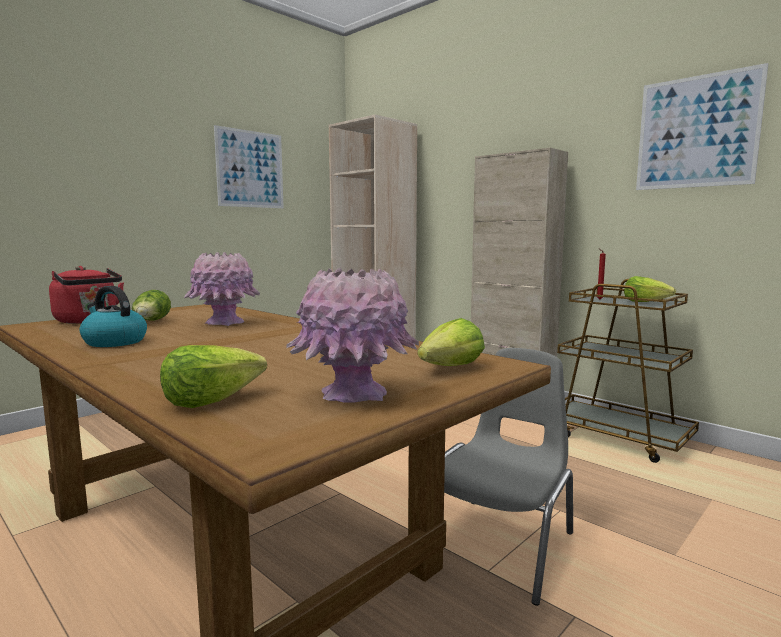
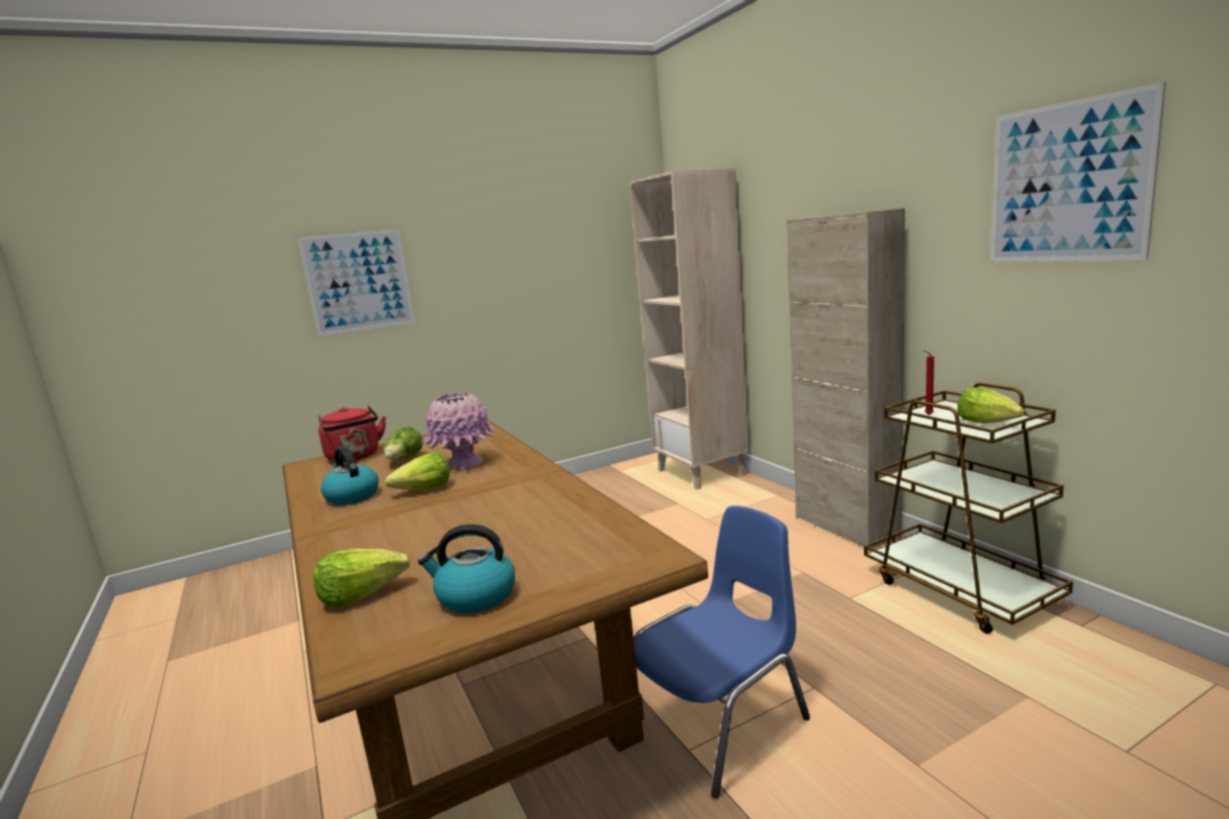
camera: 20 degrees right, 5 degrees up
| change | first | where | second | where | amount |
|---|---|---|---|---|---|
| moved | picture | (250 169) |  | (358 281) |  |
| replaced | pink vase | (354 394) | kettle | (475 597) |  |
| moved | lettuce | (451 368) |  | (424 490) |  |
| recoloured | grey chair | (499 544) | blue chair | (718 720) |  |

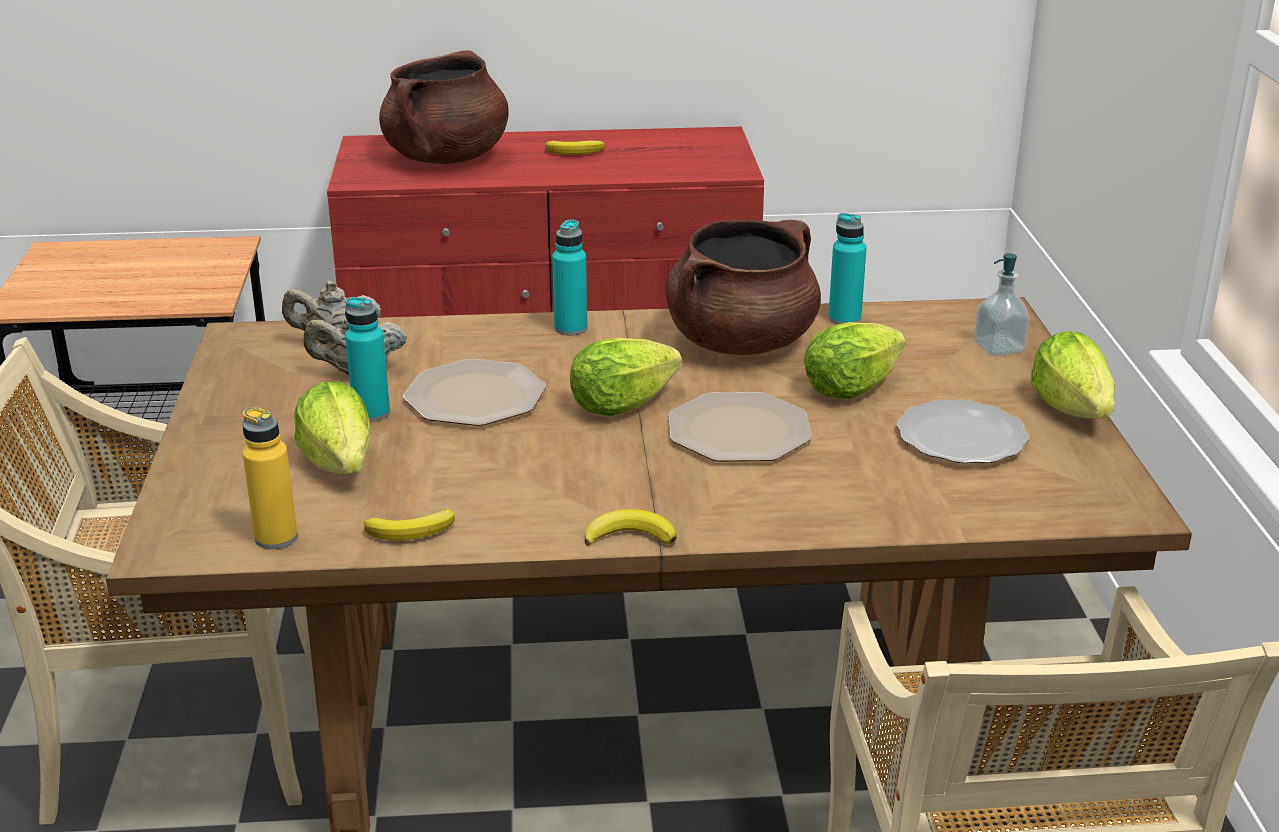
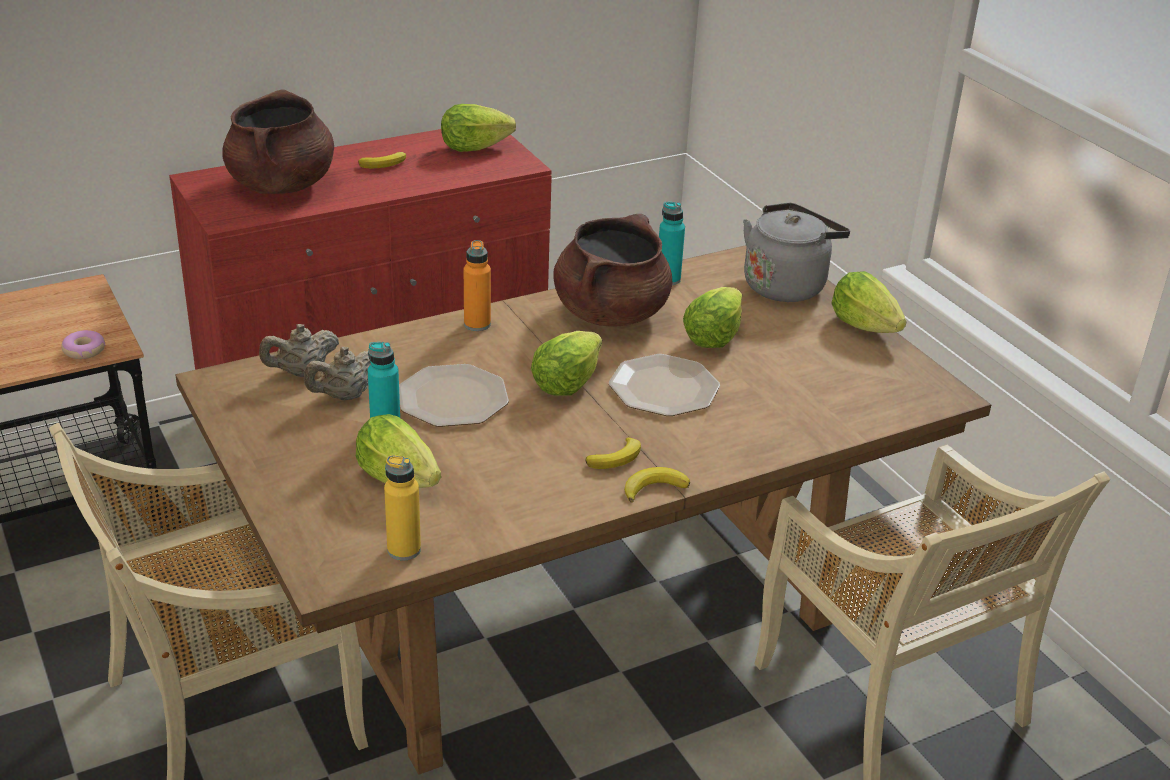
camera: 25 degrees left, 5 degrees up
| change | first | where | second | where | amount |
|---|---|---|---|---|---|
| recoloured | turquoise bottle | (570 328) | orange bottle | (477 324) |  |
| replaced | soap dispenser | (998 348) | grey kettle | (786 285) |  |
| removed | plate | (963 437) |  |  |  |
| moved | banana | (413 531) |  | (617 458) |  |
| added |  |  | lettuce | (473 148) |  |
| added |  |  | donut | (84 350) |  |

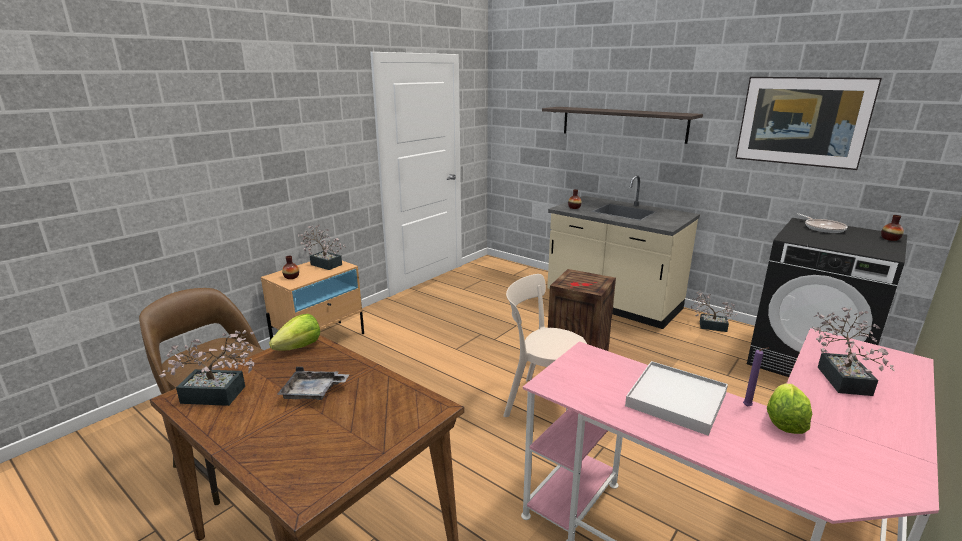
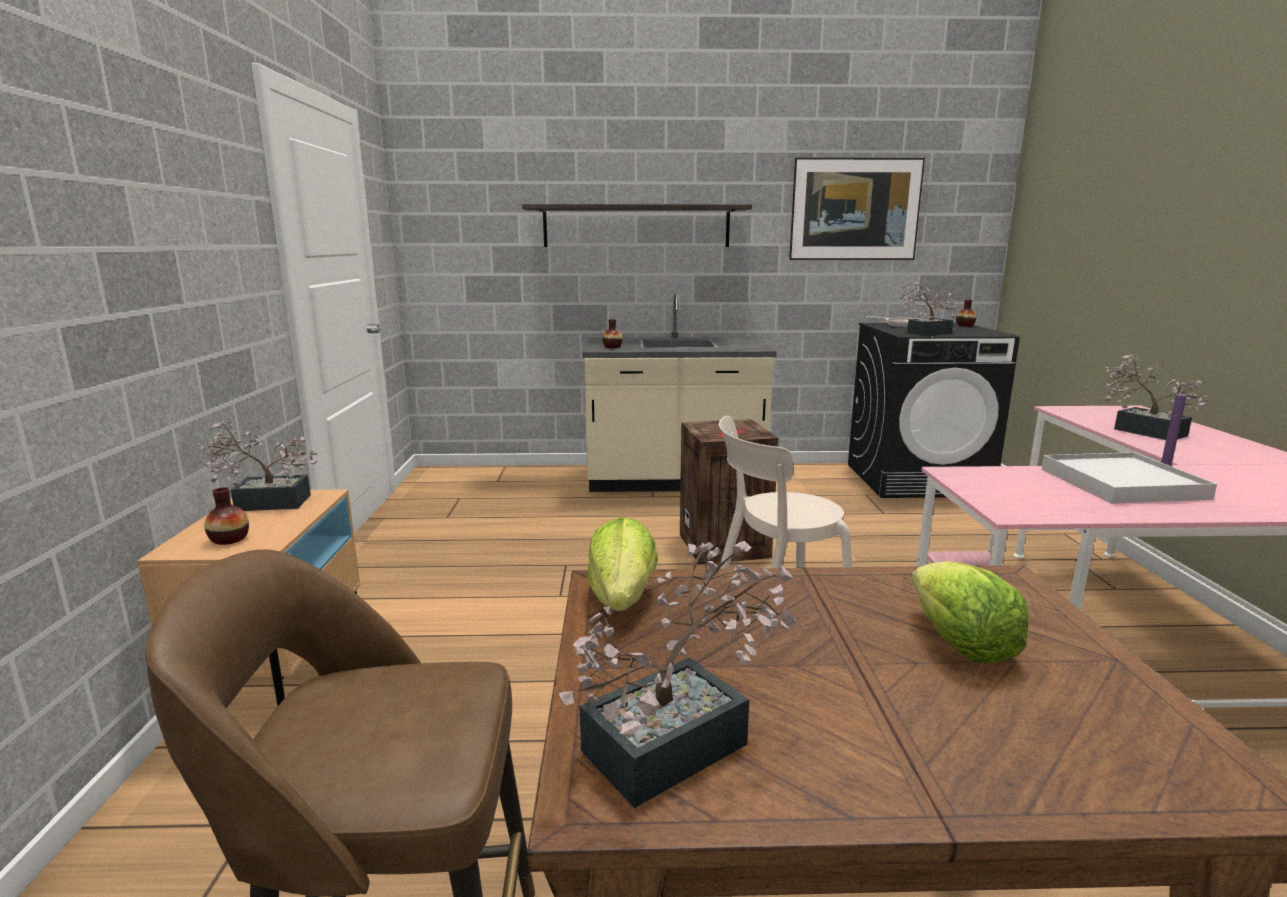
camera: 40 degrees left, 5 degrees down
| change | first | where | second | where | amount |
|---|---|---|---|---|---|
| moved | potted plant | (709 326) |  | (924 333) |  |
| removed | grey tray | (313 392) |  |  |  |
| moved | lettuce | (784 422) |  | (959 643) |  |

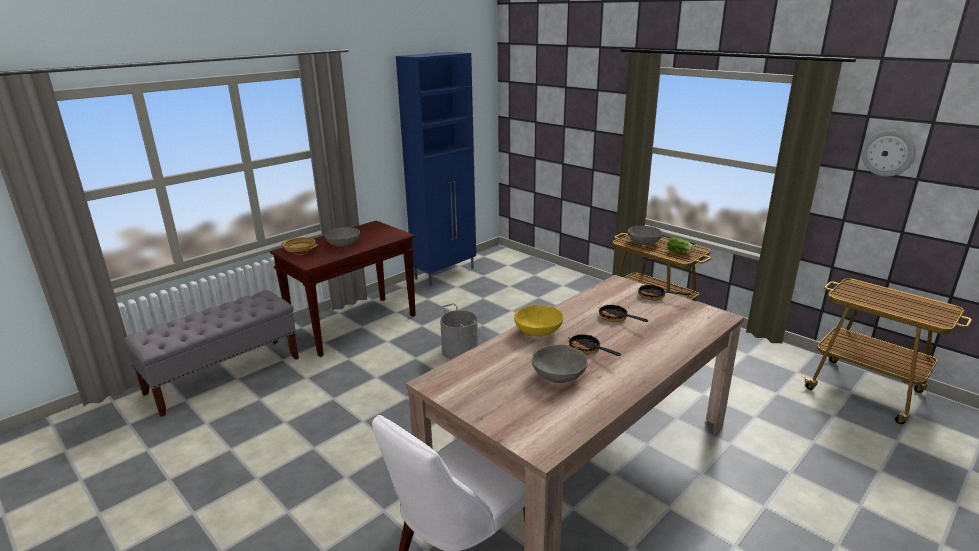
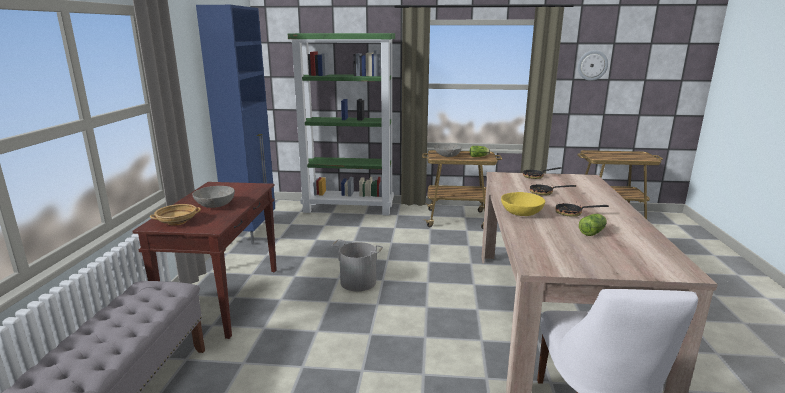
camera: 40 degrees left, 5 degrees down
| change | first | where | second | where | amount |
|---|---|---|---|---|---|
| replaced | grey bowl | (558 376) | lettuce | (593 232) |  |
| added |  |  | green bookcase | (349 208) |  |

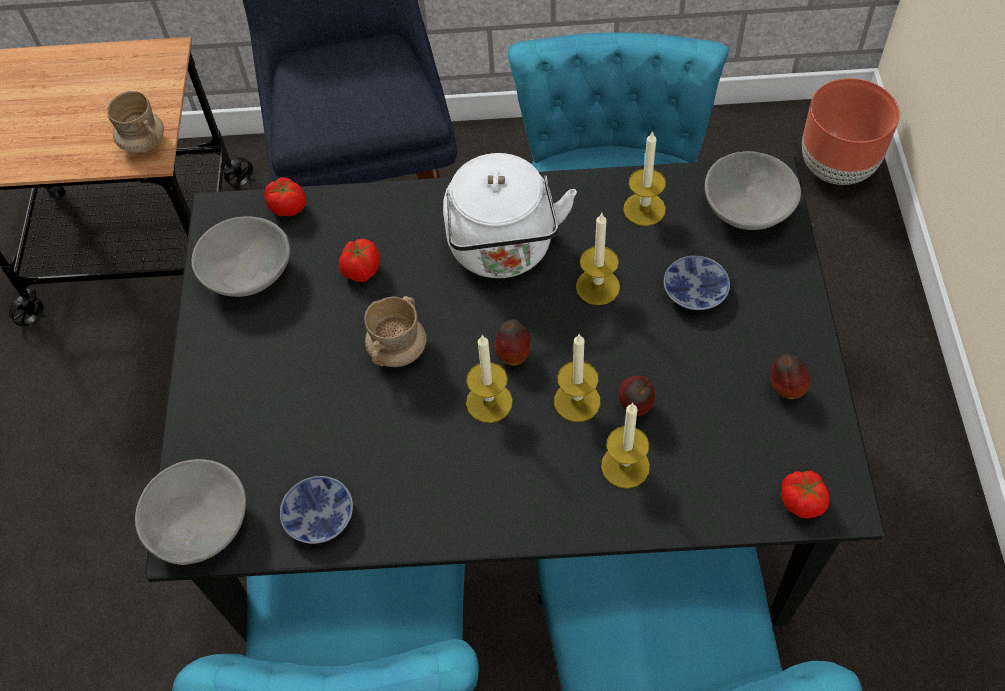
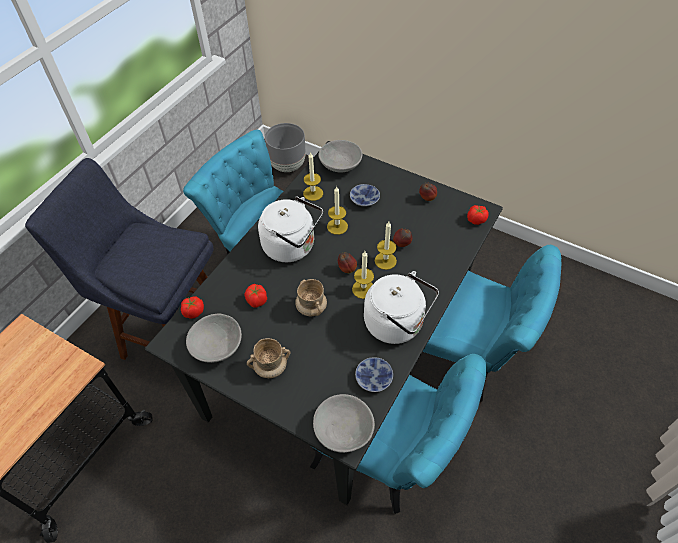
camera: 60 degrees left, 5 degrees down
| change | first | where | second | where | amount |
|---|---|---|---|---|---|
| recoloured | brown planter | (837 167) | grey planter | (288 165) |  |
| moved | beige mug | (143 143) |  | (270 368) |  |
| removed | candle | (625 466) |  |  |  |
| added |  |  | white kettle | (397 324) |  |

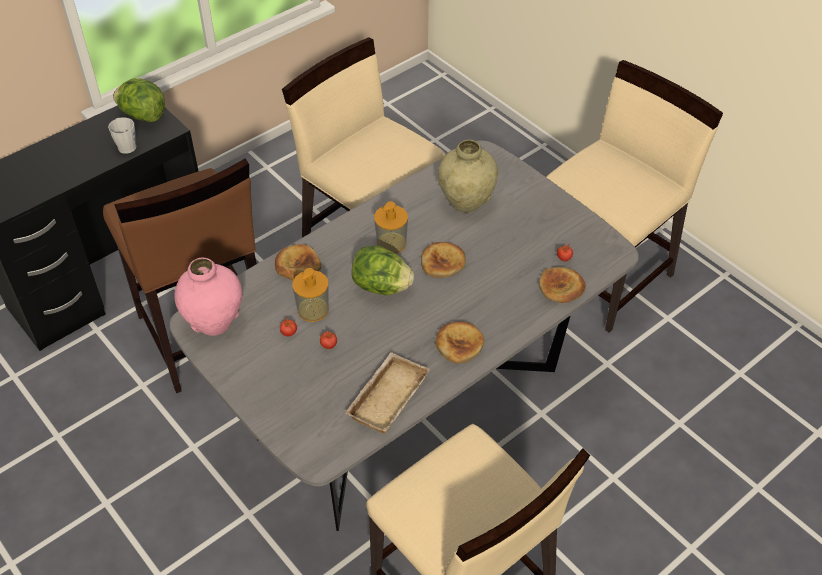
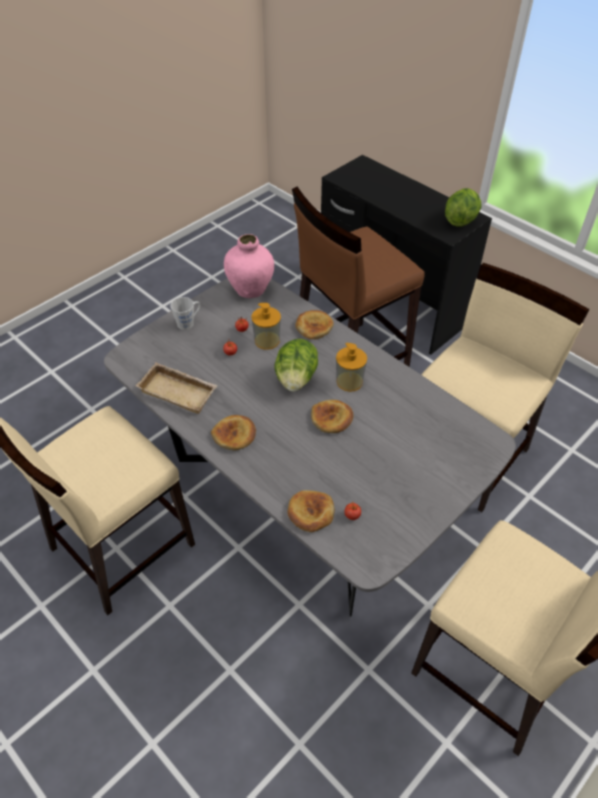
camera: 85 degrees right, 0 degrees up
| change | first | where | second | where | amount |
|---|---|---|---|---|---|
| moved | grey mug | (126 145) |  | (188 323) |  |
| removed | beige vase | (466 202) |  |  |  |

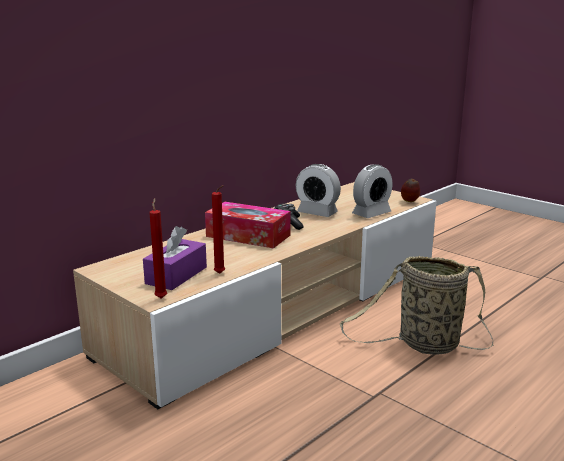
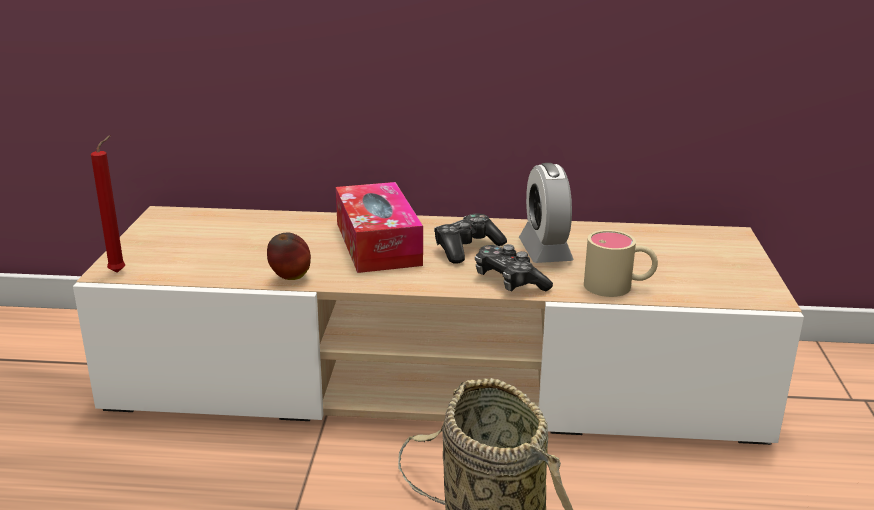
camera: 50 degrees right, 5 degrees up
| change | first | where | second | where | amount |
|---|---|---|---|---|---|
| replaced | alarm clock | (371 213) | beige mug | (618 287) |  |
| moved | apple | (409 202) |  | (290 279) |  |
| removed | red candle | (220 274) |  |  |  |
| removed | purple tissue box | (176 275) |  |  |  |
| added |  |  | game controller | (509 281) |  |

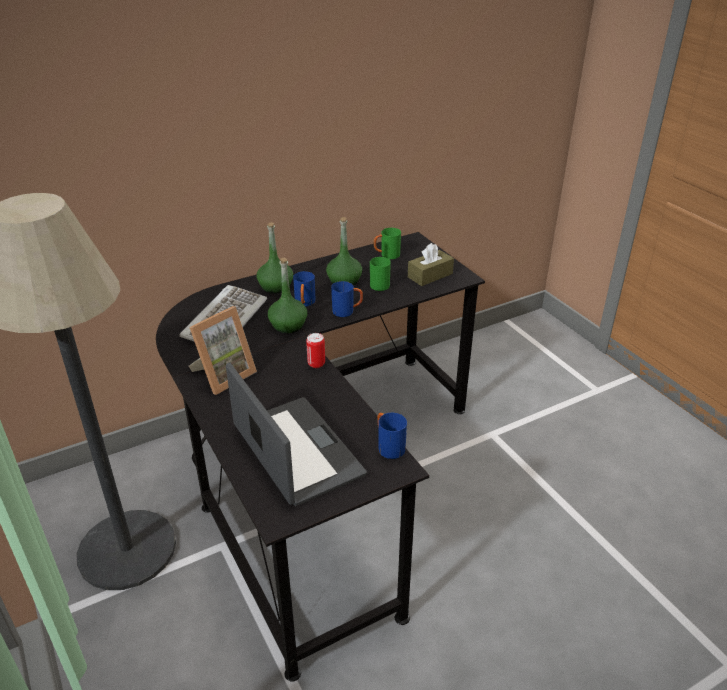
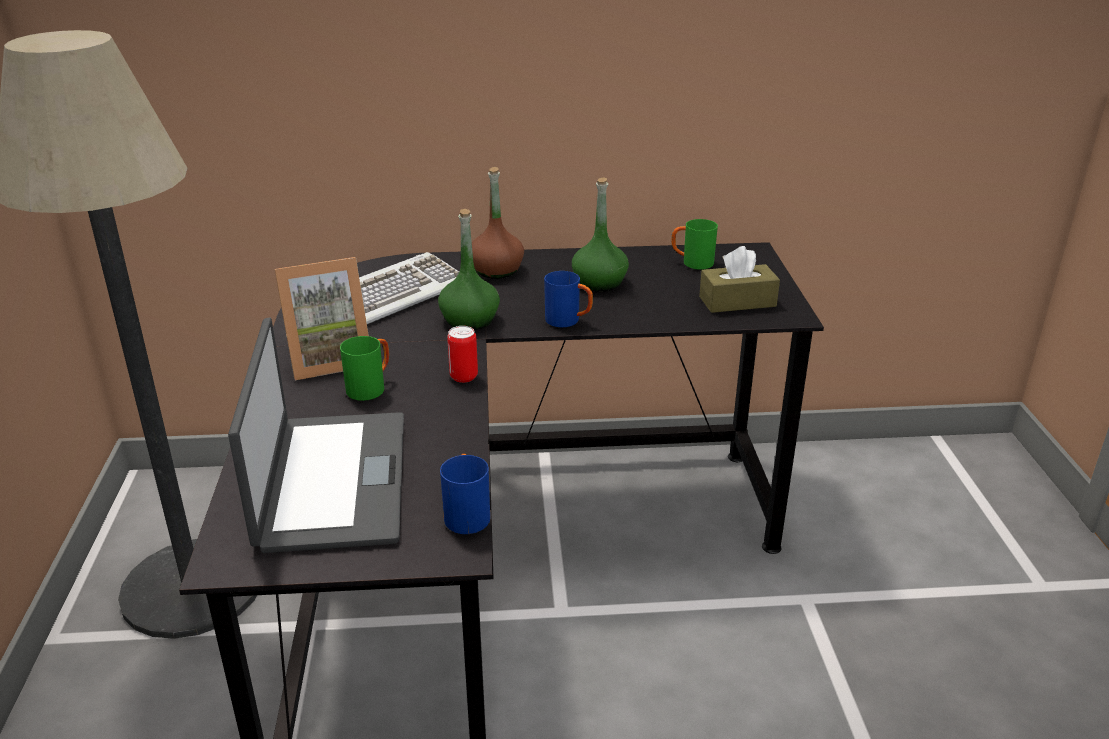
camera: 25 degrees right, 5 degrees down
| change | first | where | second | where | amount |
|---|---|---|---|---|---|
| recoloured | green bottle | (276 287) | brown bottle | (497 270) |  |
| moved | green mug | (380 284) |  | (371 387) |  |
| removed | blue mug | (304 304) |  |  |  |

